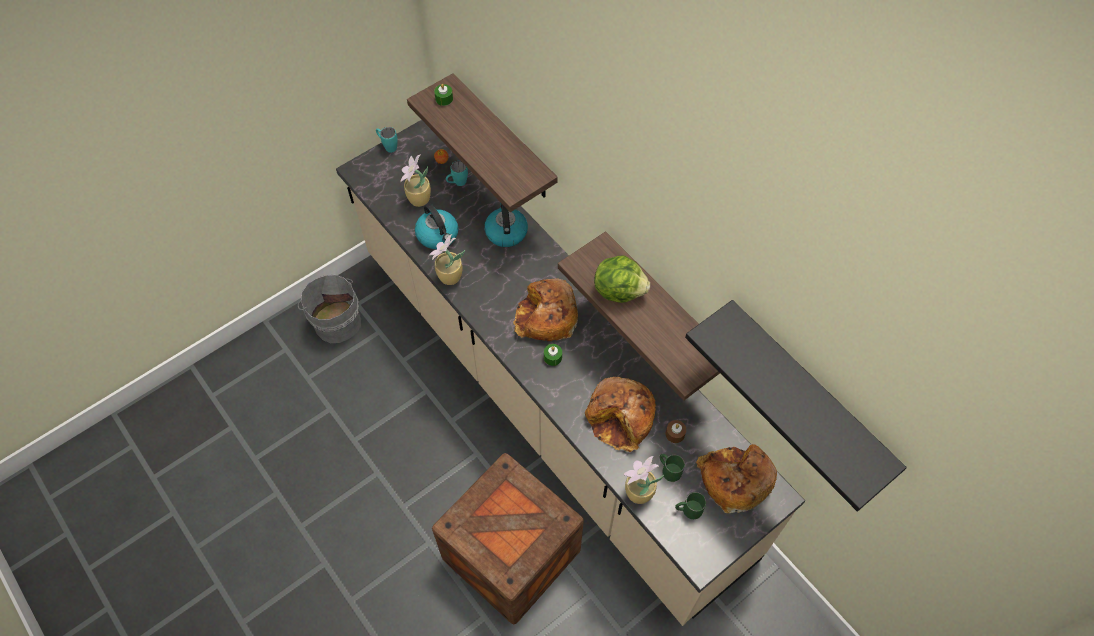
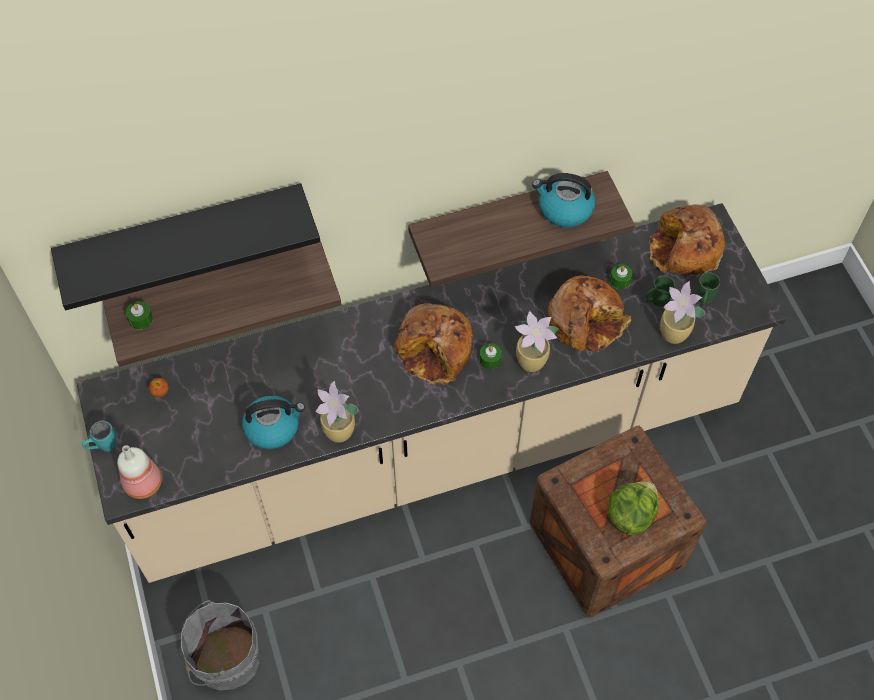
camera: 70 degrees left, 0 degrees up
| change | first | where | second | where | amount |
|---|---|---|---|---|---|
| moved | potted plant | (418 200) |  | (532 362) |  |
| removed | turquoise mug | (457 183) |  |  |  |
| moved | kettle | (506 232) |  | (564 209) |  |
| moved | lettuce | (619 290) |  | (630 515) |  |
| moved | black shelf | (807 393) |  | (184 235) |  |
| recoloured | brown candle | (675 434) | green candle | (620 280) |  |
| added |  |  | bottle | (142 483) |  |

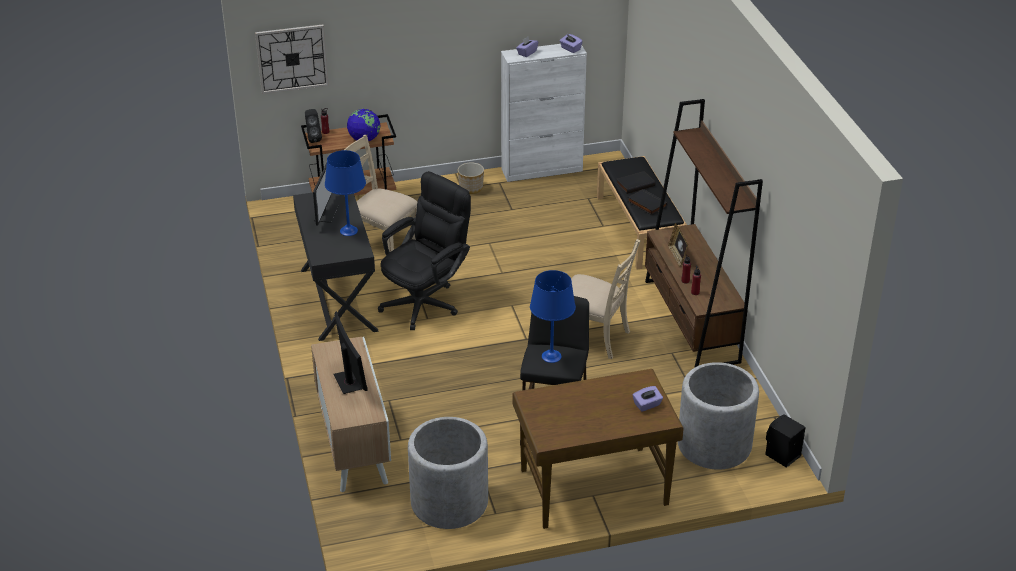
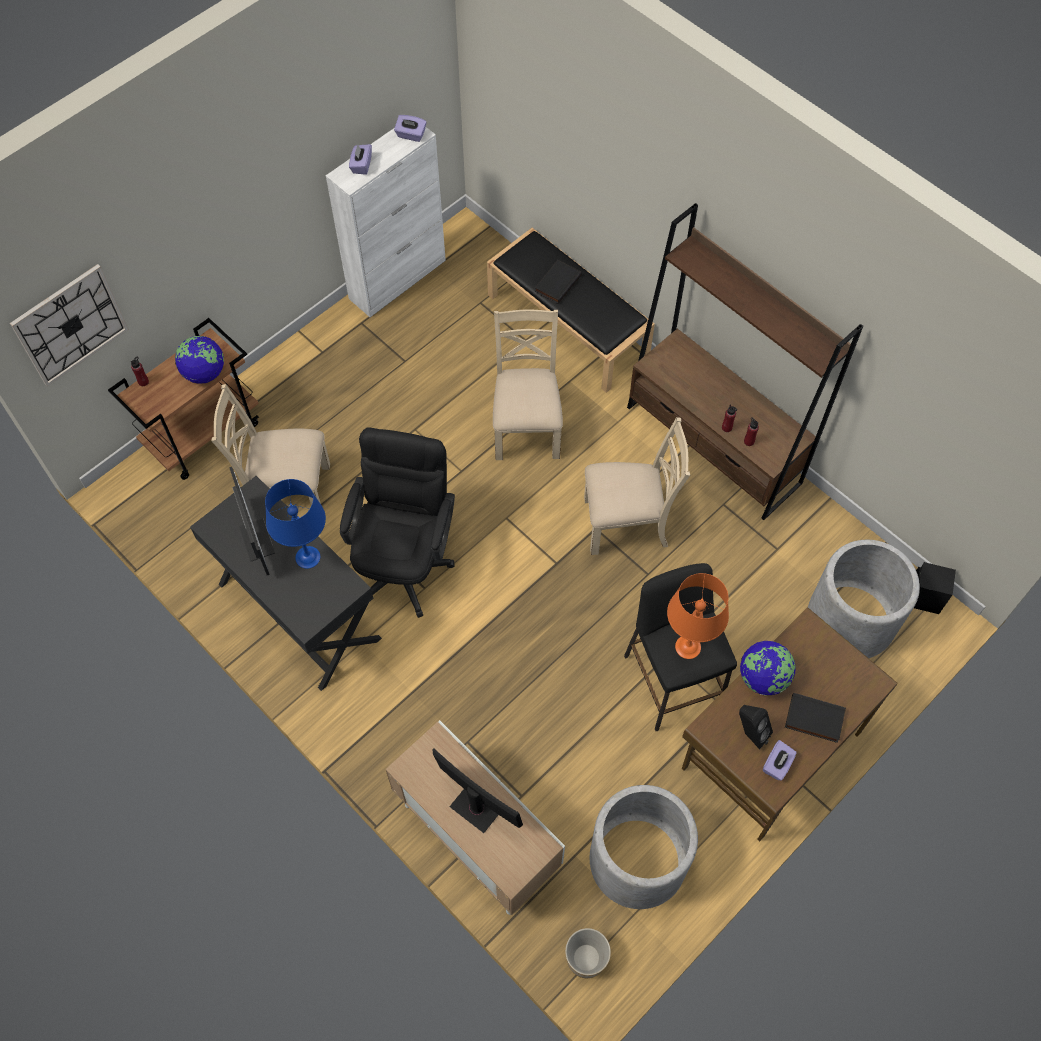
camera: 30 degrees left, 25 degrees up
| change | first | where | second | where | amount |
|---|---|---|---|---|---|
| moved | black speaker | (313 139) |  | (750 733) |  |
| moved | planter | (471 188) |  | (586 957) |  |
| moved | black book | (646 204) |  | (813 720) |  |
| removed | picture frame | (677 256) |  |  |  |
| recoloured | blue table lamp | (551 356) | orange table lamp | (687 647) |  |
| moved | purple tissue box | (647 405) |  | (777 765) |  |
| added |  |  | beige chair | (526 426) |  |
| added |  |  | globe | (763 678) |  |

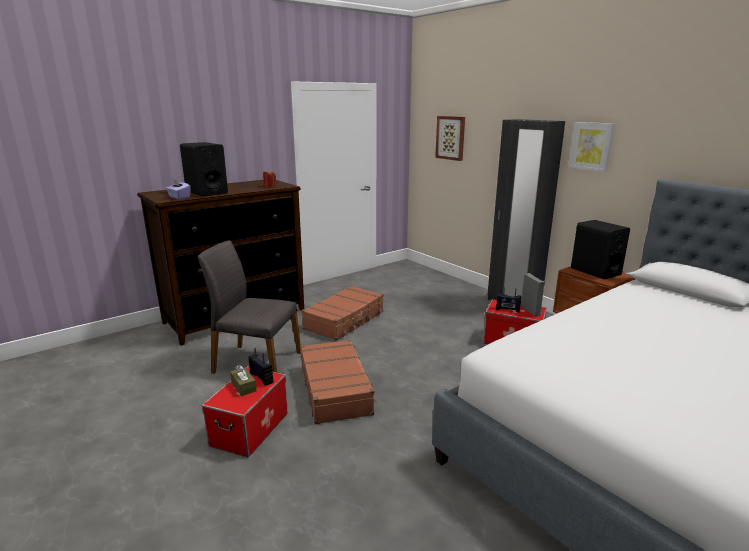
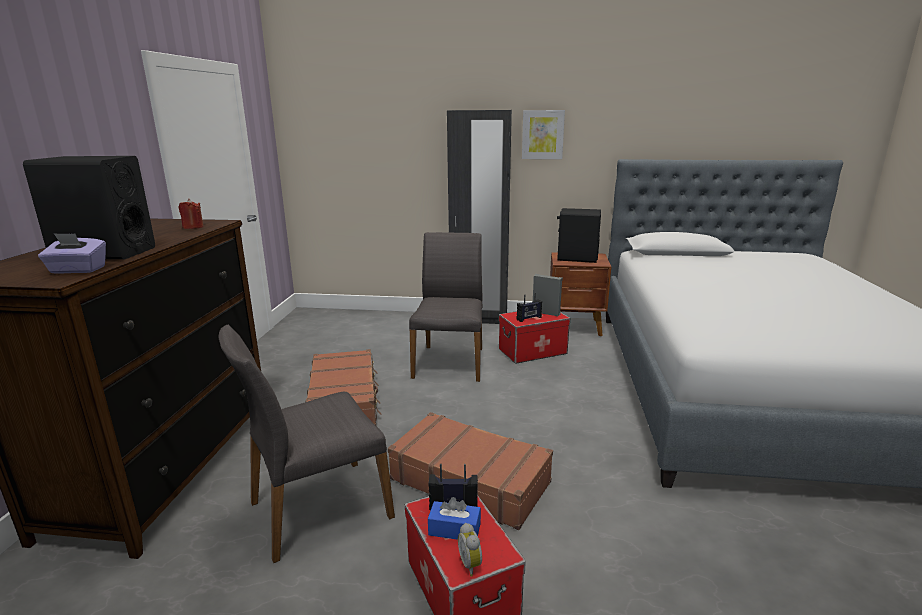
camera: 45 degrees left, 0 degrees up
| change | first | where | second | where | amount |
|---|---|---|---|---|---|
| removed | picture | (450 138) |  |  |  |
| recoloured | brown tissue box | (243 386) | blue tissue box | (454 529) |  |
| added |  |  | grey chair | (450 362) |  |
| added |  |  | alarm clock | (471 564) |  |

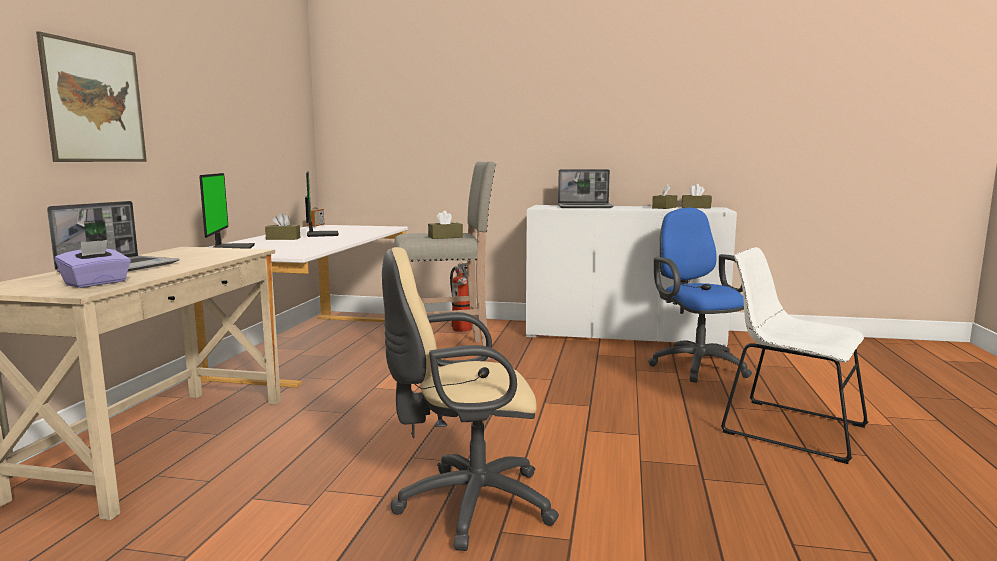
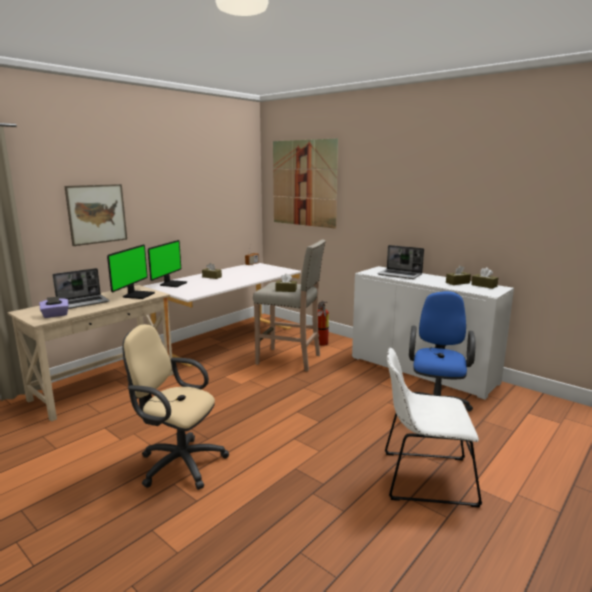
camera: 30 degrees right, 5 degrees up
| change | first | where | second | where | amount |
|---|---|---|---|---|---|
| moved | monitor | (320 234) |  | (137 295) |  |
| turned | white chair | (787 427) |  | (423 477) | 60 degrees counterclockwise |
| added |  |  | picture | (303 183) |  |

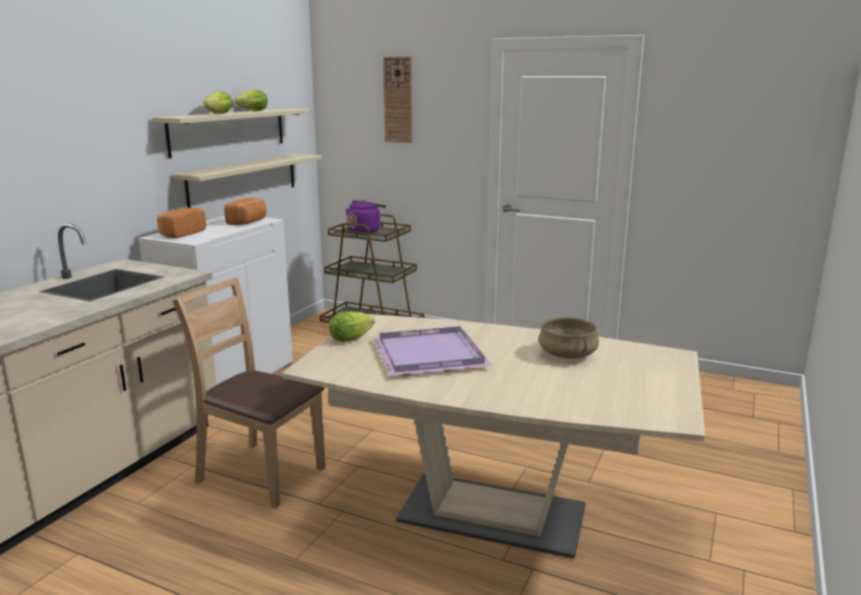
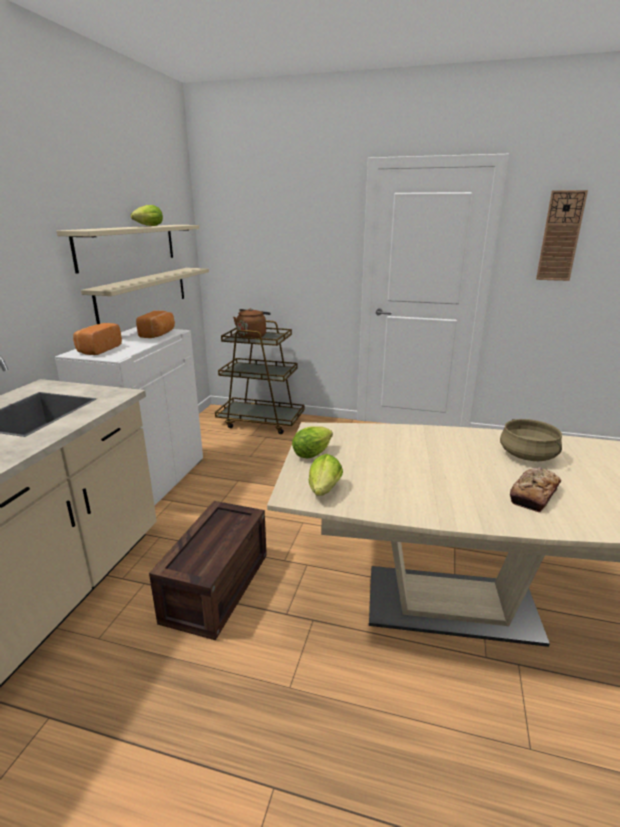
camera: 10 degrees left, 5 degrees up
| change | first | where | second | where | amount |
|---|---|---|---|---|---|
| moved | wall clock | (398 100) |  | (560 236) |  |
| moved | lettuce | (217 114) |  | (323 492) |  |
| recoloured | purple kettle | (365 231) | brown kettle | (252 336) |  |
| replaced | brown chair | (260 473) | crate | (216 585) |  |
| removed | purple tray | (431 354) |  |  |  |
| added |  |  | bread | (534 494) |  |

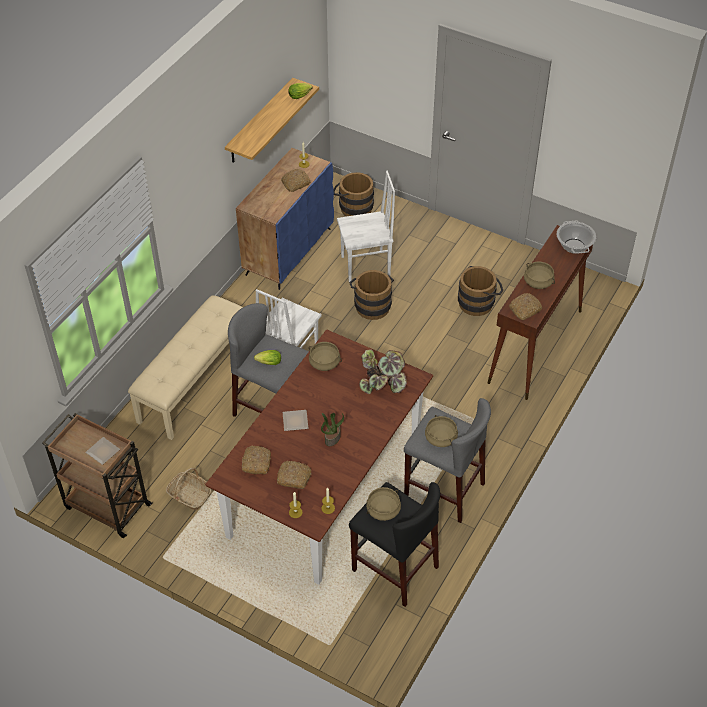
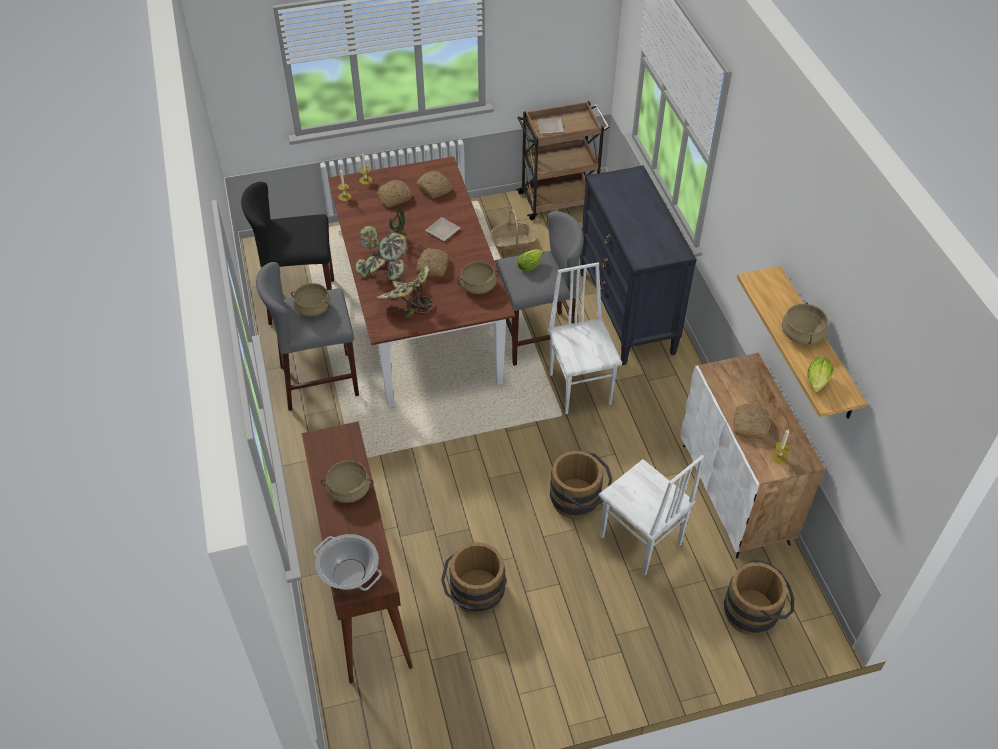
camera: 135 degrees right, 0 degrees up
| change | first | where | second | where | amount |
|---|---|---|---|---|---|
| recoloured | blue cabinet | (288 251) | white cabinet | (735 494) |  |
| turned | white chair | (366 266) |  | (640 542) | 75 degrees counterclockwise |
| moved | bread | (525 310) |  | (432 266) |  |
| replaced | beige bench | (194 382) | black dresser | (627 313) |  |
| moved | beige cooking pot | (383 510) |  | (802 334) |  |
| added |  |  | potted plant | (385 270) |  |

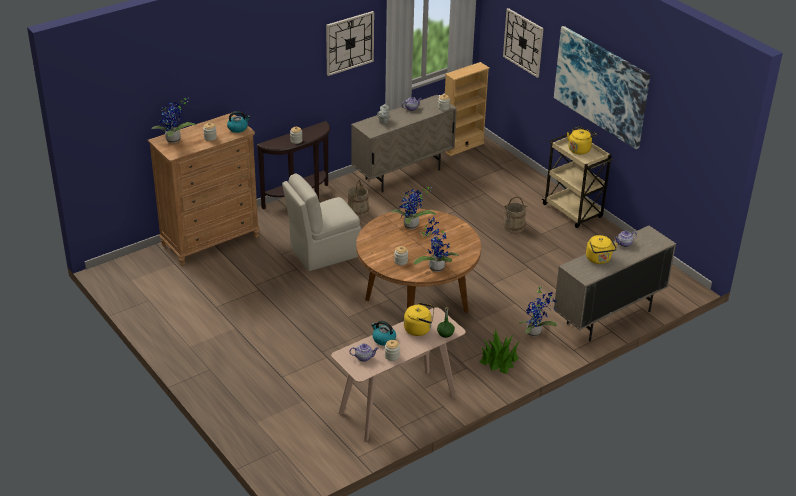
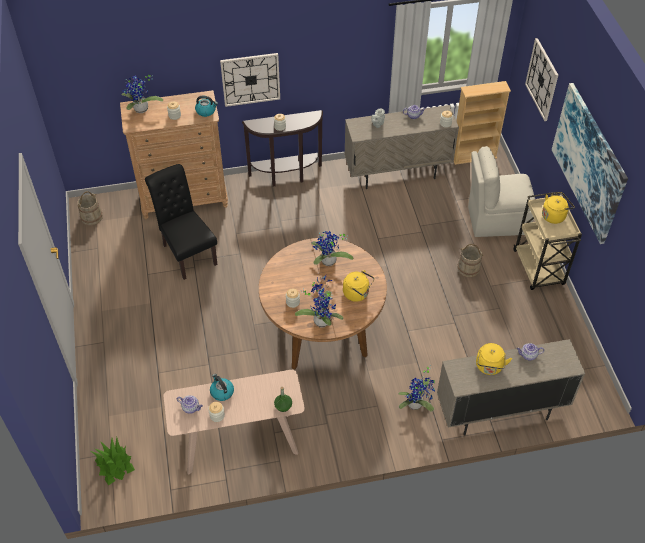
camera: 25 degrees right, 15 degrees up
| change | first | where | second | where | amount |
|---|---|---|---|---|---|
| moved | wall clock | (349 43) |  | (250 79) |  |
| moved | beige chair | (323 252) |  | (496 220) |  |
| moved | beige bucket | (358 210) |  | (91 217) |  |
| moved | yellow kettle | (419 329) |  | (357 294) |  |
| moved | potted plant | (498 360) |  | (114 465) |  |
| added |  |  | black chair | (187 252) |  |

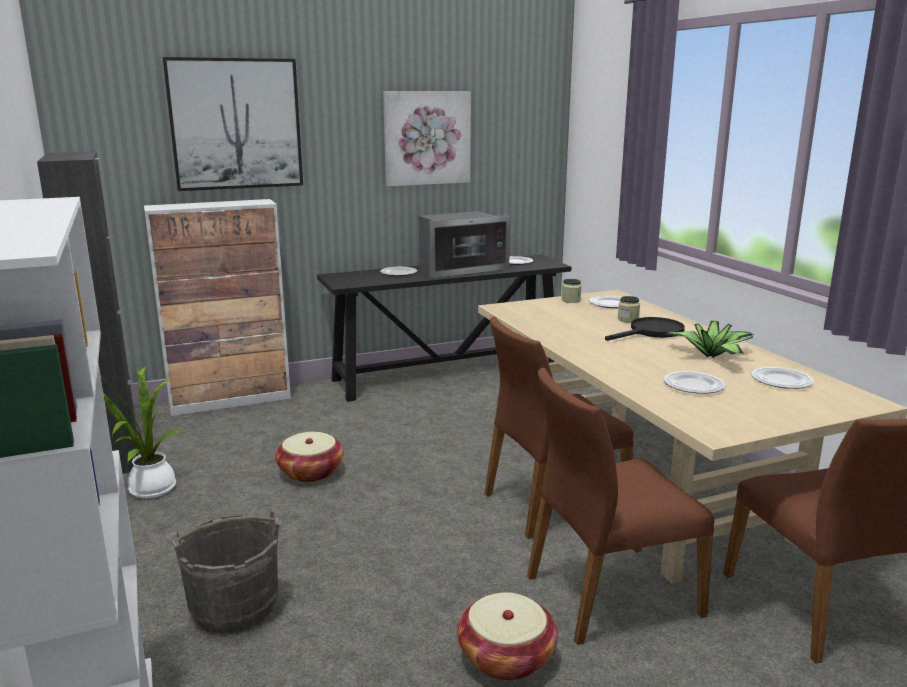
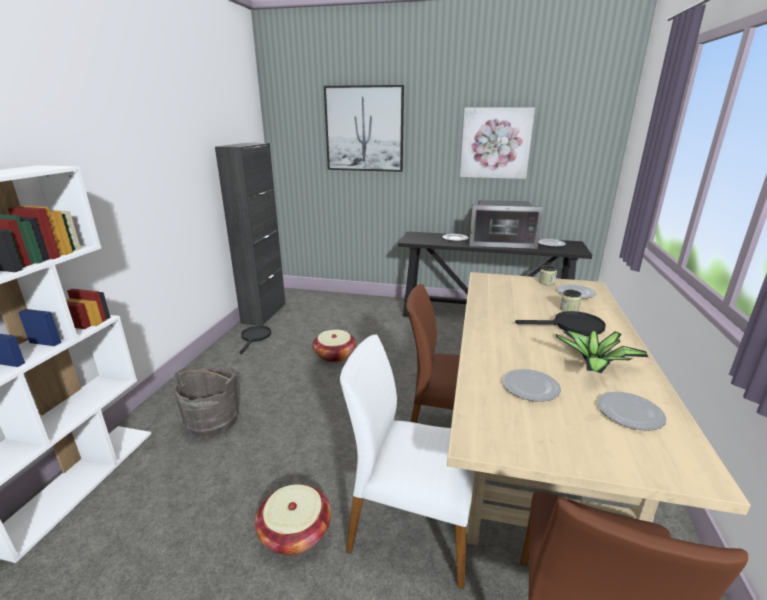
camera: 35 degrees right, 5 degrees up
| change | first | where | second | where | amount |
|---|---|---|---|---|---|
| removed | cabinet | (231 400) |  |  |  |
| replaced | potted plant | (148 489) | black frying pan | (255 338) |  |
| recoloured | brown chair | (609 594) | white chair | (411 525) |  |

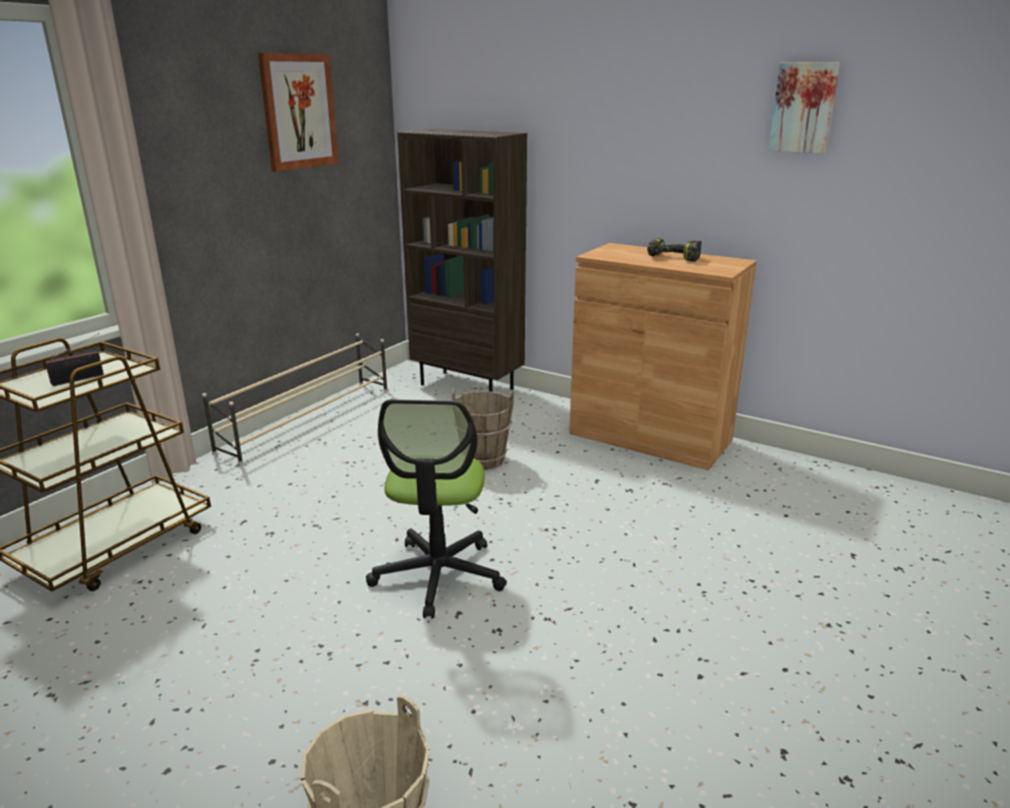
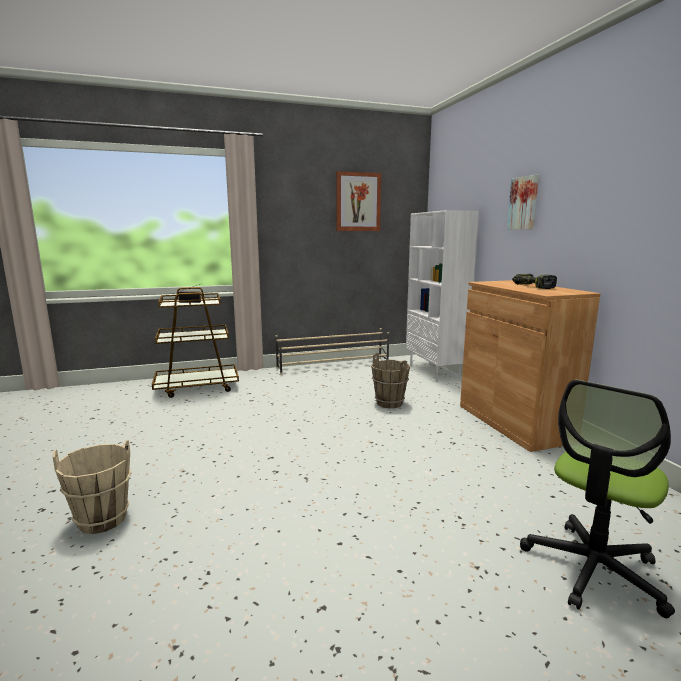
camera: 40 degrees right, 10 degrees down
| change | first | where | second | where | amount |
|---|---|---|---|---|---|
| moved | picture | (804 107) |  | (524 203) |  |
| recoloured | brown bookcase | (468 386) | white bookcase | (435 371) |  |
| moved | office chair | (438 575) |  | (593 569) |  |

